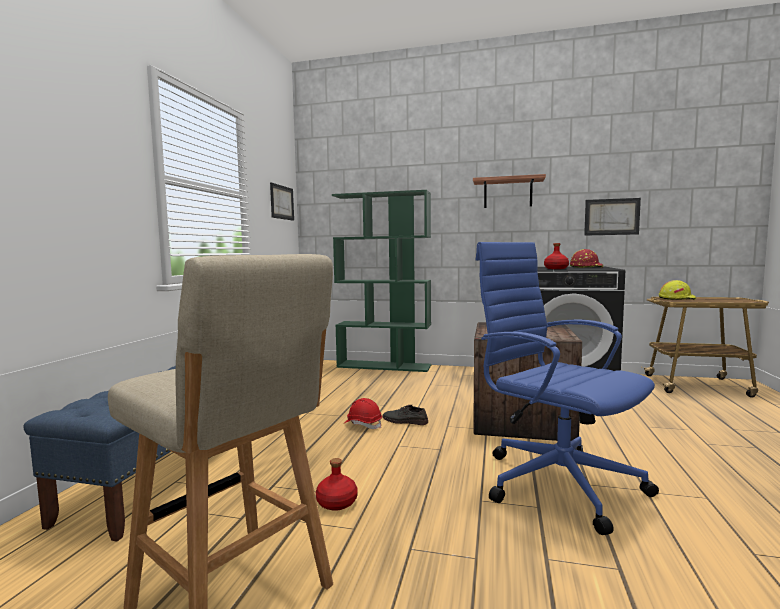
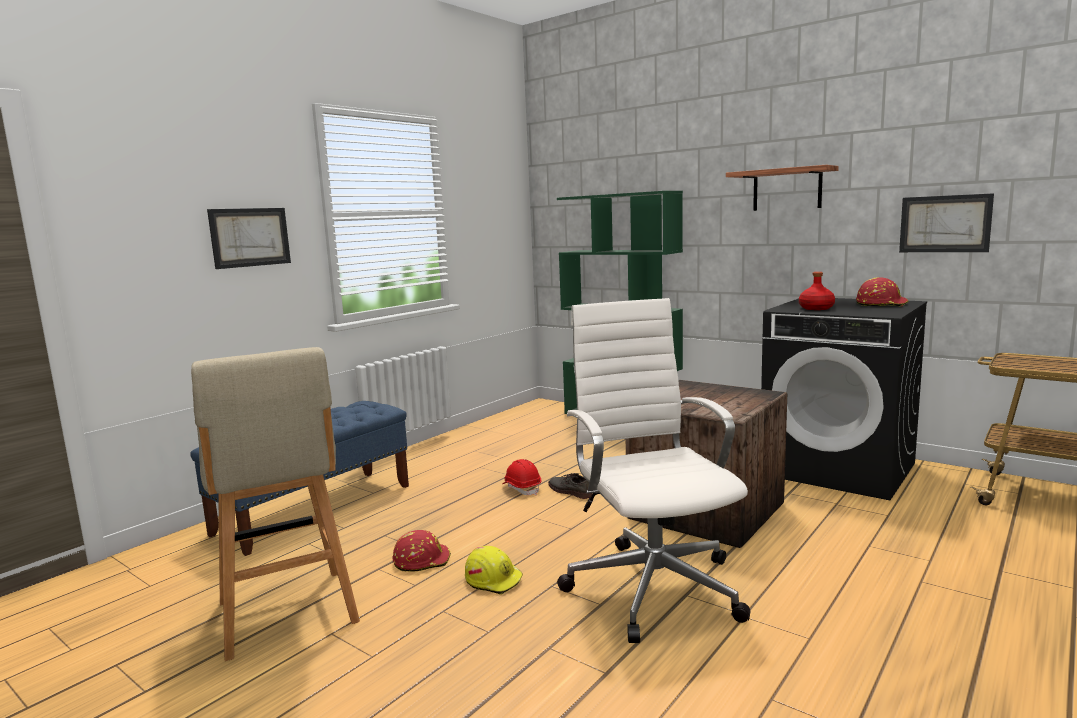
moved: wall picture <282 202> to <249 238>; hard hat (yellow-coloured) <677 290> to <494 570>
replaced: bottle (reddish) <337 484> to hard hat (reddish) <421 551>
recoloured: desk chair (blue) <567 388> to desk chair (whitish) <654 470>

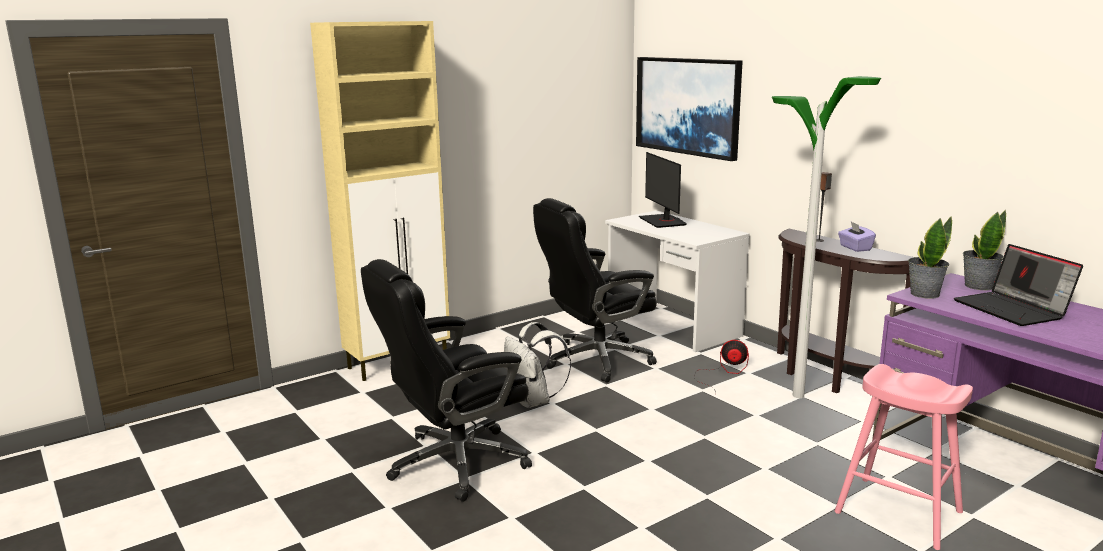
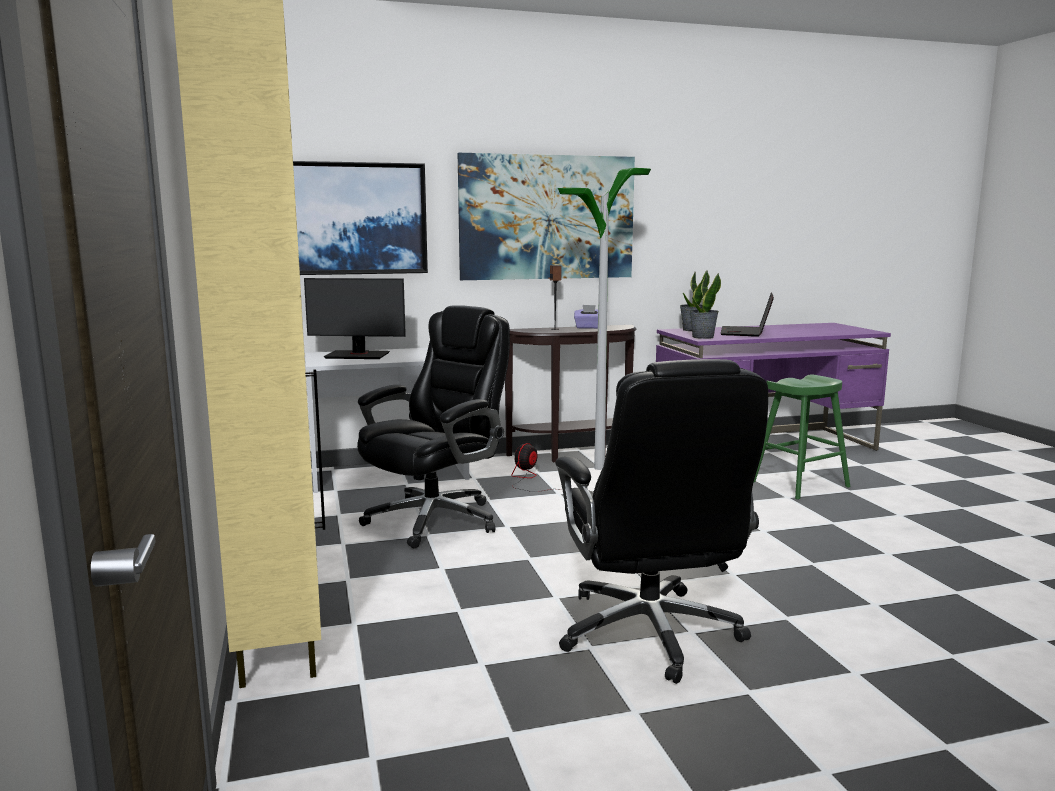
removed: rucksack (whitish) <537 365>
added: wall picture <546 216>
recoloured: stool seat (pinkish) <904 457> to stool seat (green-coloured) <802 437>
turned: desk chair (black) <595 290> = <433 426> 135 degrees counterclockwise; portable computer <1018 285> = <747 315> 105 degrees clockwise

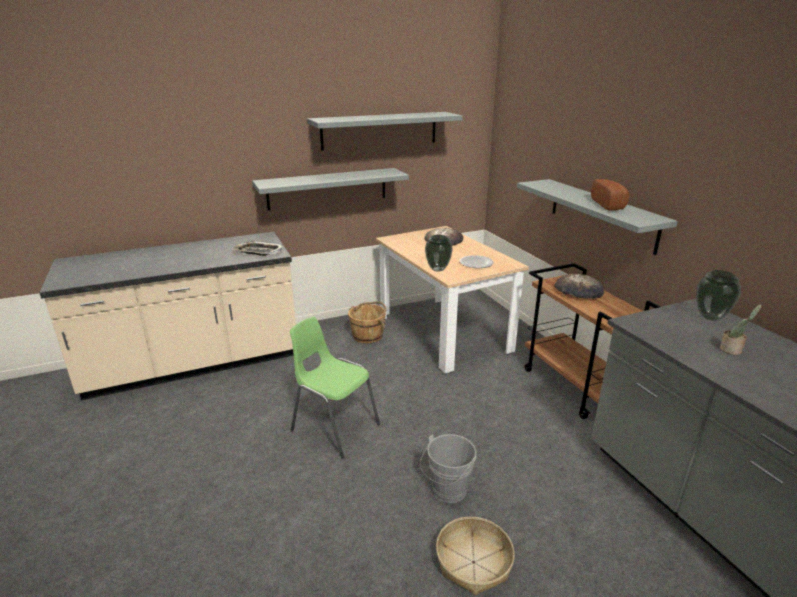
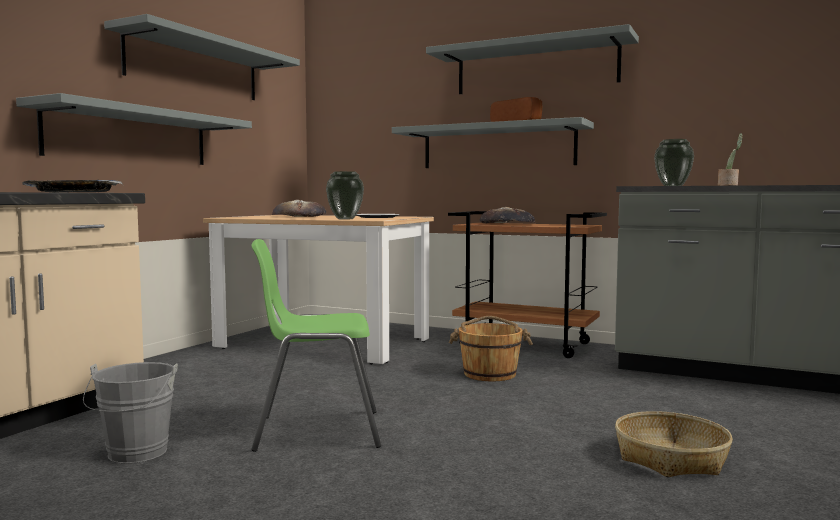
added: shelf (greyish) <532 59>
moved: water bucket (brown-coloured) <367 322> to <491 348>; water bucket (greyish) <448 468> to <130 412>

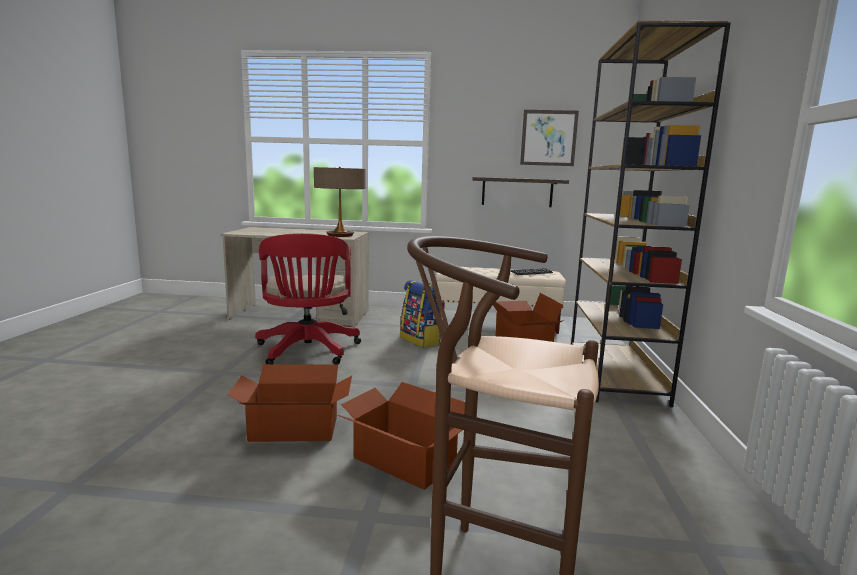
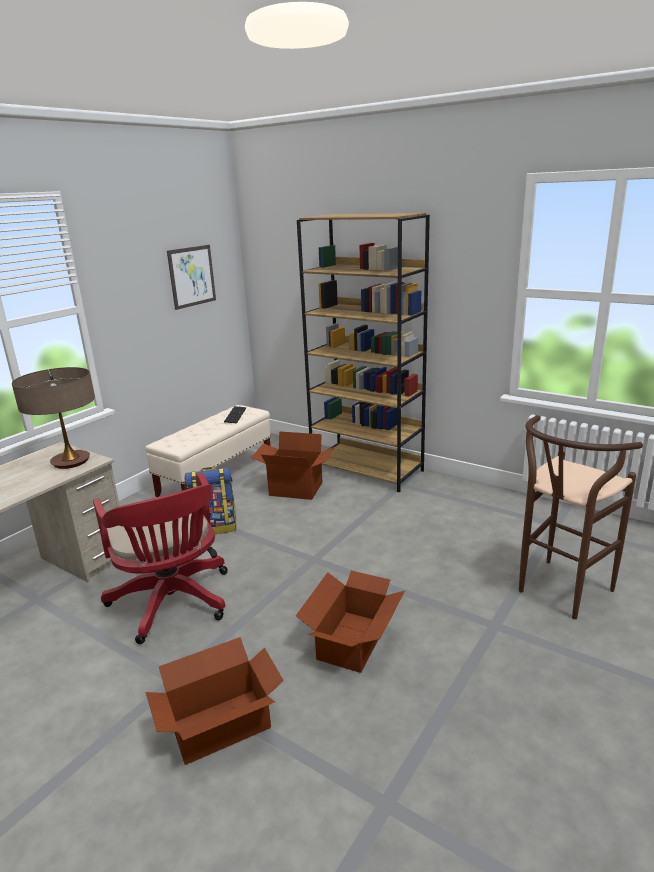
removed: shelf <520 192>
moved: packing box <401 436> to <215 701>
turned: desk chair (reddish) <308 298> = <160 558> 45 degrees clockwise

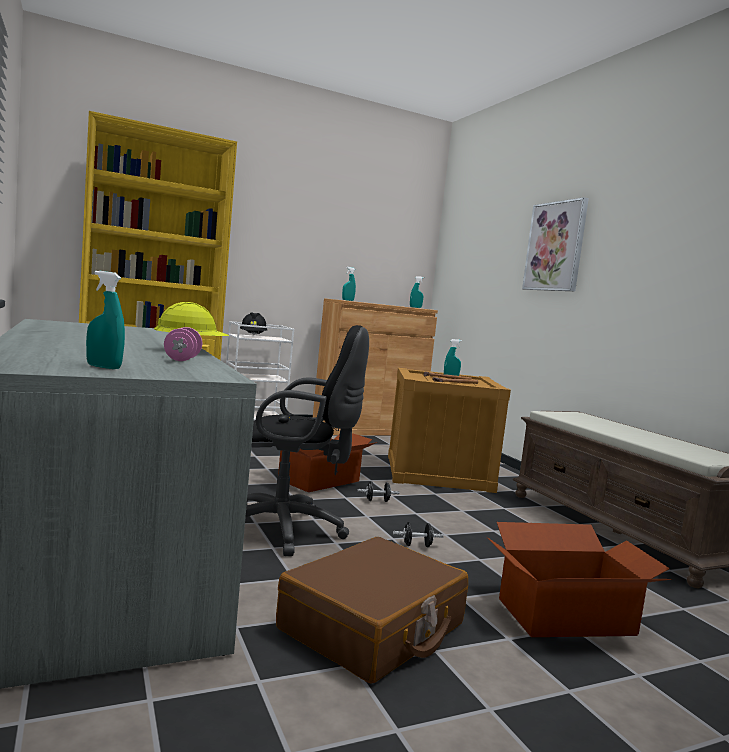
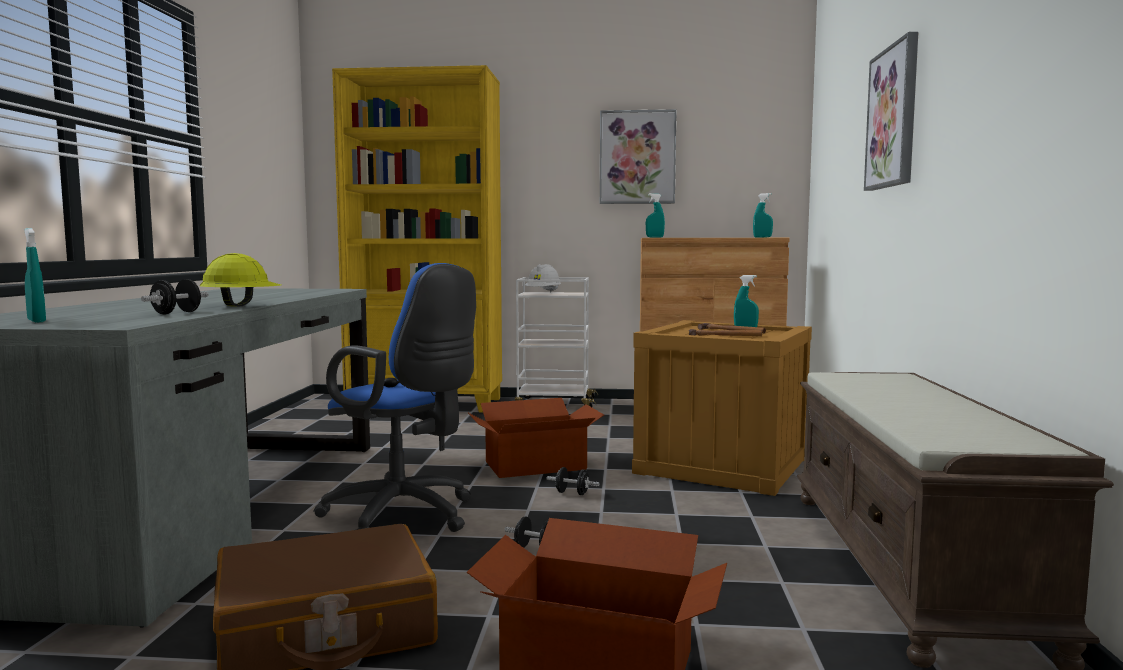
added: wall picture <638 156>
recoloured: hard hat (black) <253 323> to hard hat (whitish) <543 278>; desk chair (black) <307 440> to desk chair (blue) <395 397>; free weight (pinkish) <183 344> to free weight (black) <175 297>

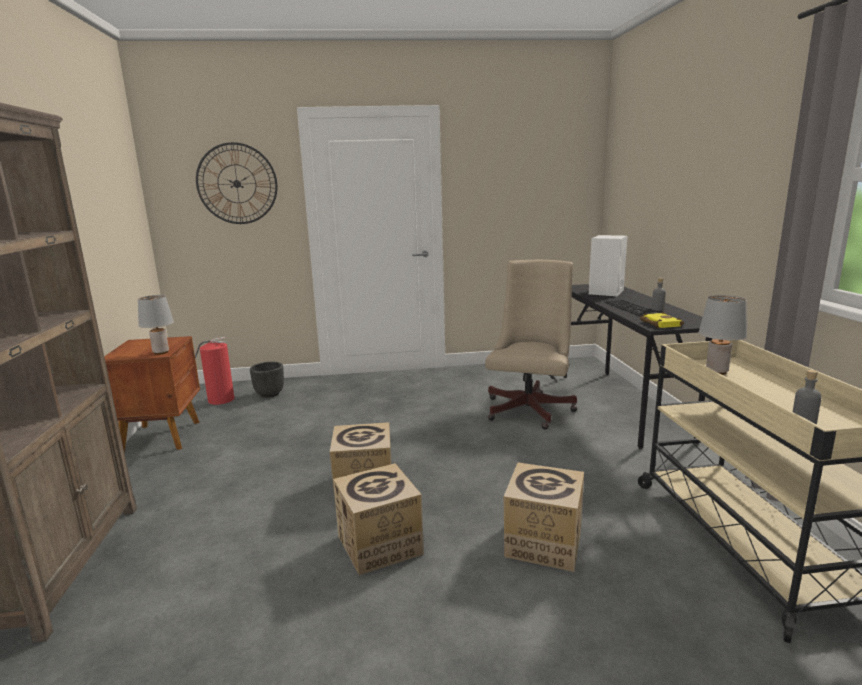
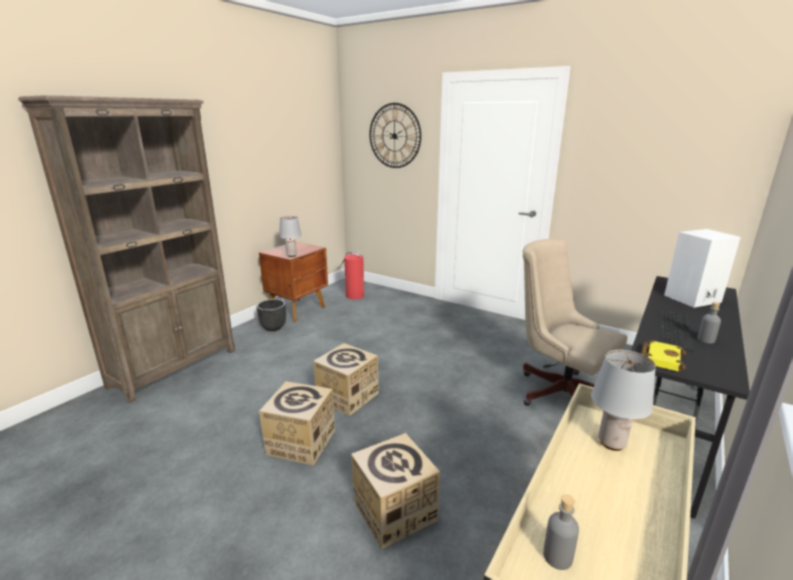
moved: planter (black) <267 380> to <271 315>
turned: desk chair (beige) <531 345> = <575 322> 105 degrees counterclockwise

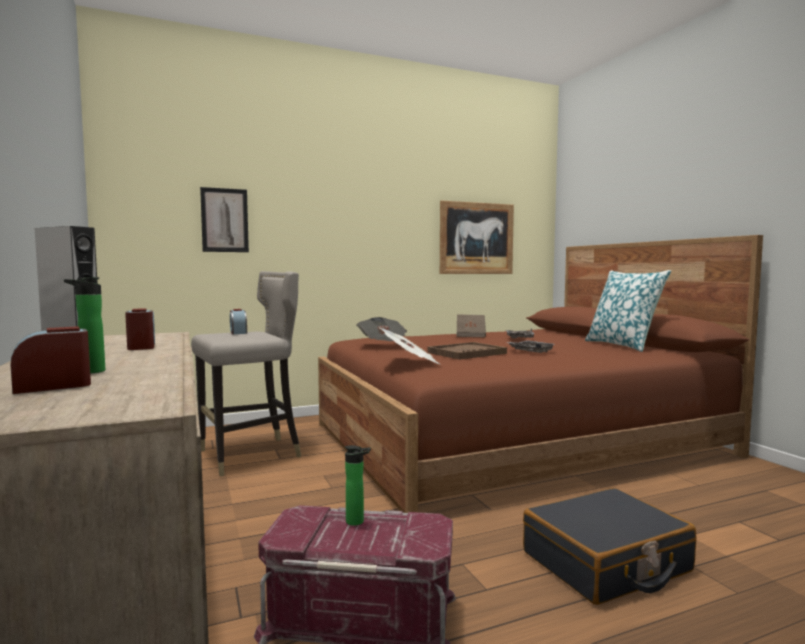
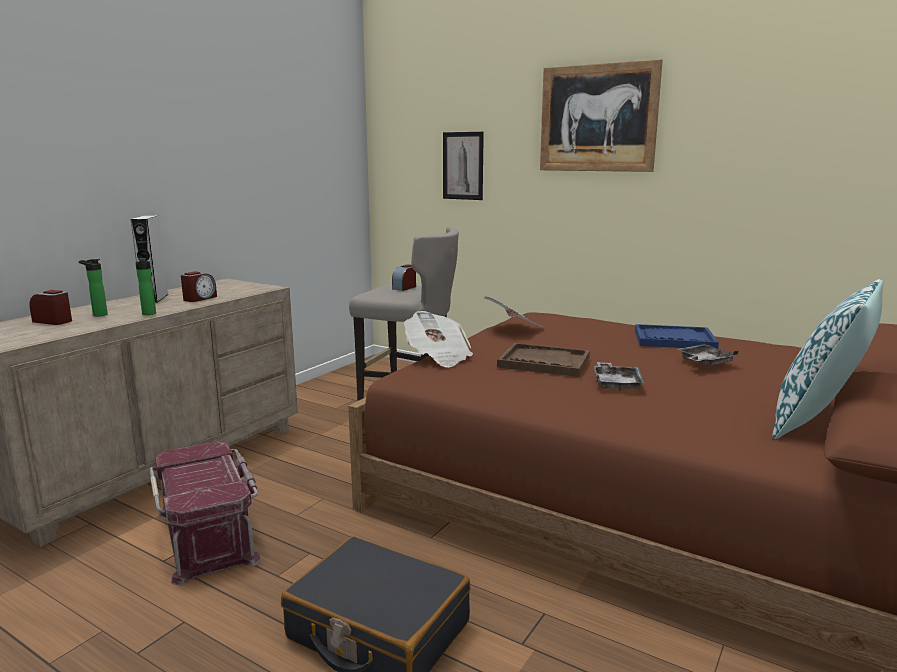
moved: wall picture <477 237> to <601 115>; bottle <358 485> to <145 286>
replaced: bound book (brown-coloured) <471 325> to carrying tray (blue) <677 336>

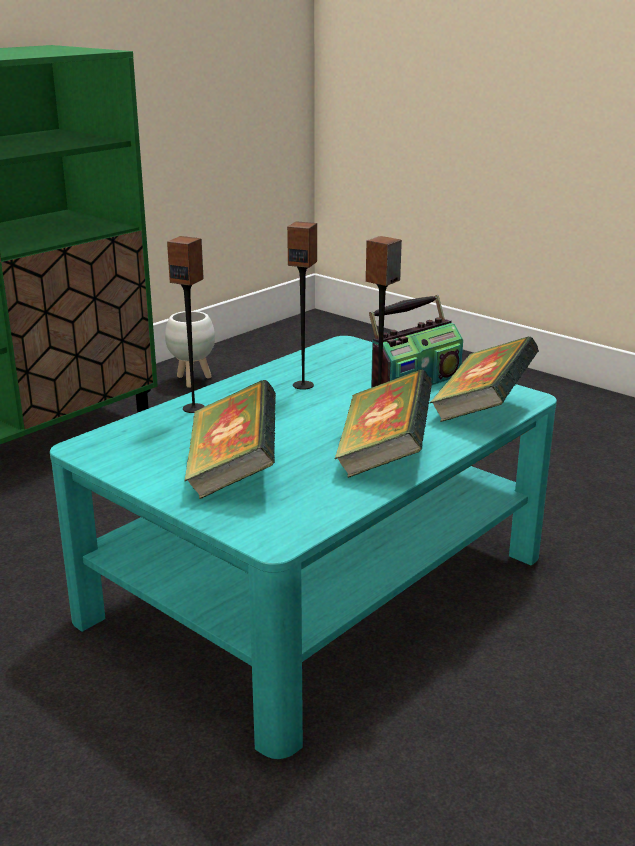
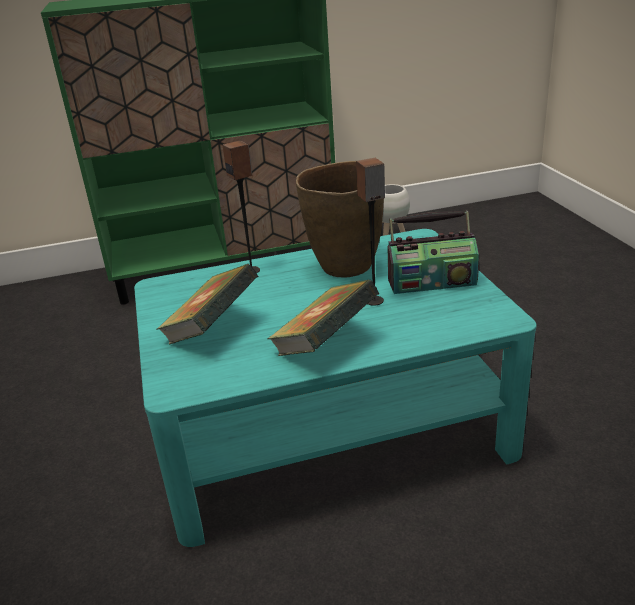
removed: bound book <484 379>
replaced: loudspeaker <302 305> to flower vase (brown-coloured) <340 219>

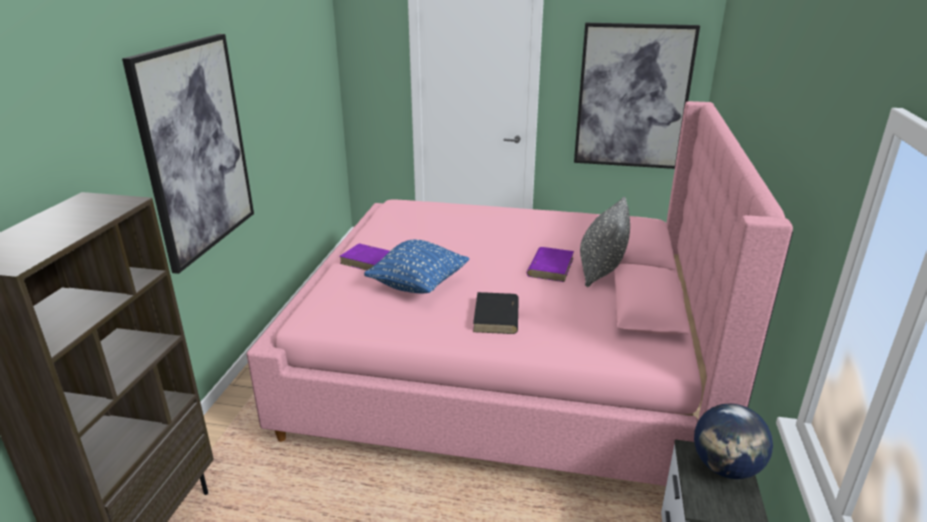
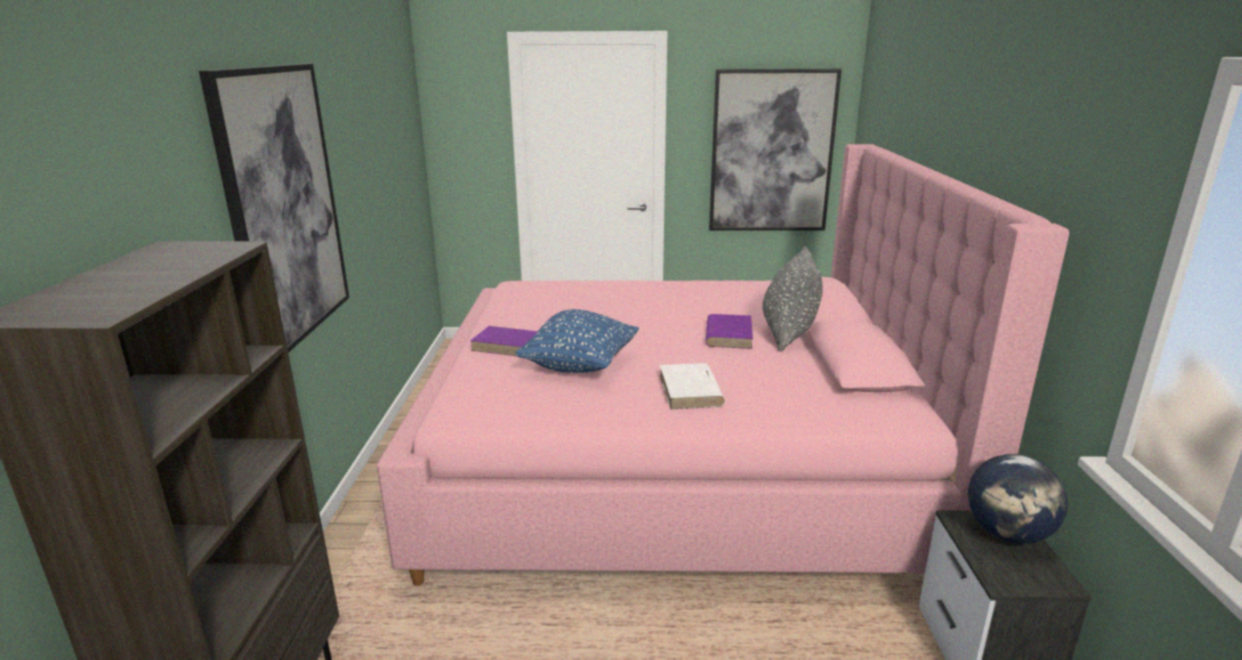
recoloured: bound book (black) <496 313> to bound book (whitish) <692 386>

